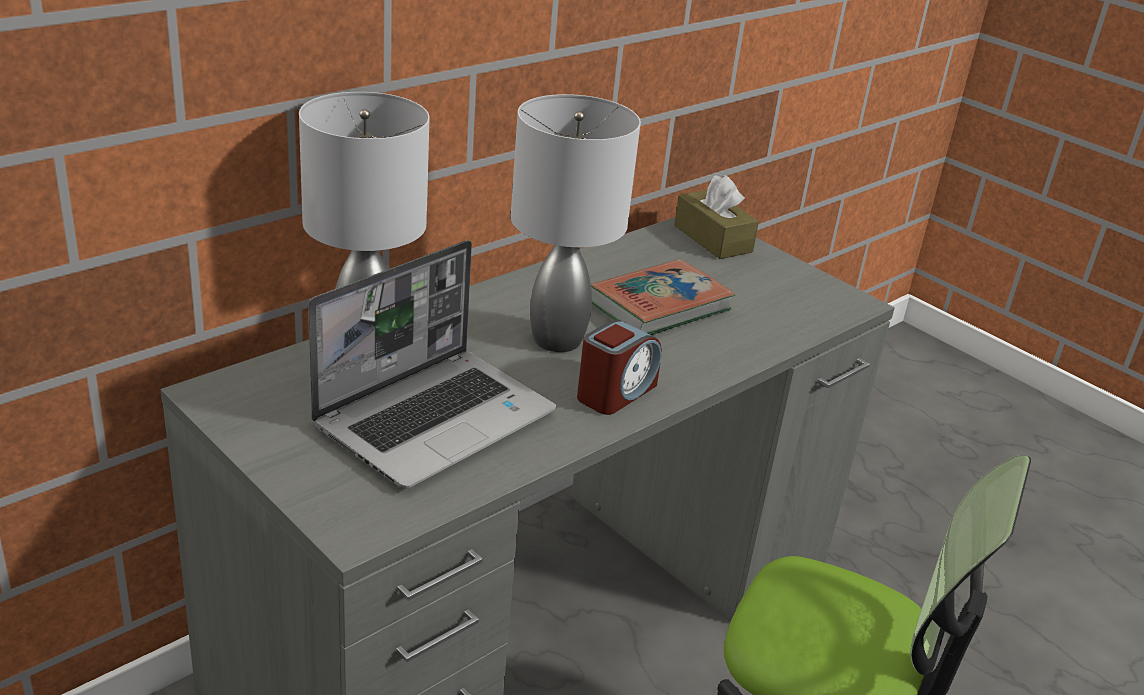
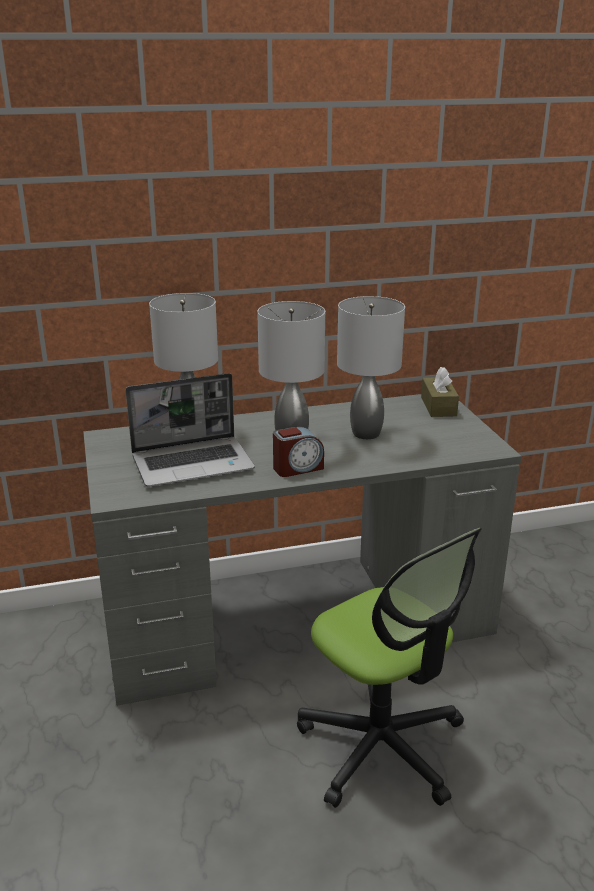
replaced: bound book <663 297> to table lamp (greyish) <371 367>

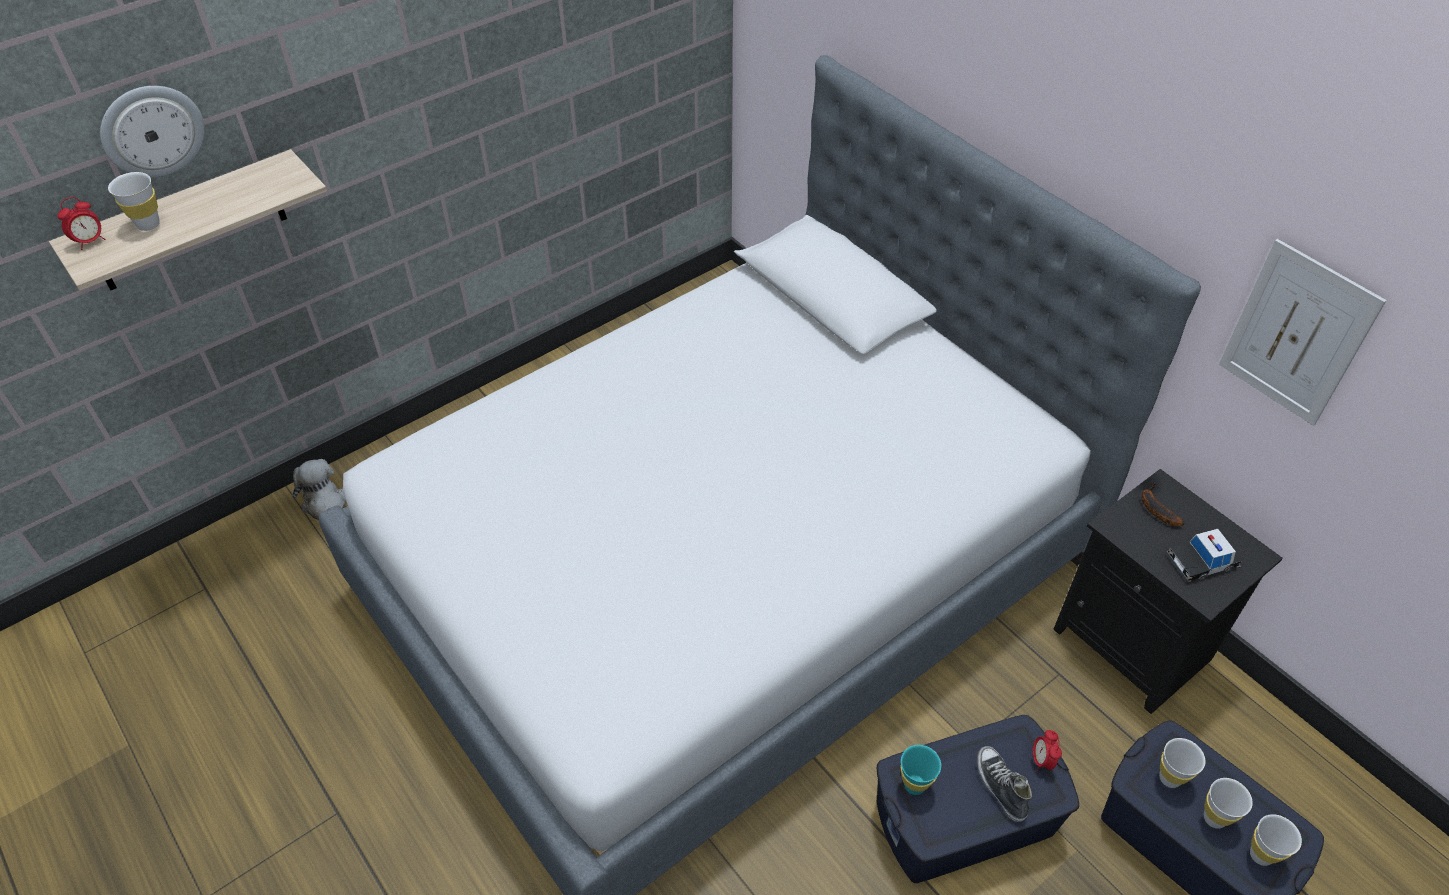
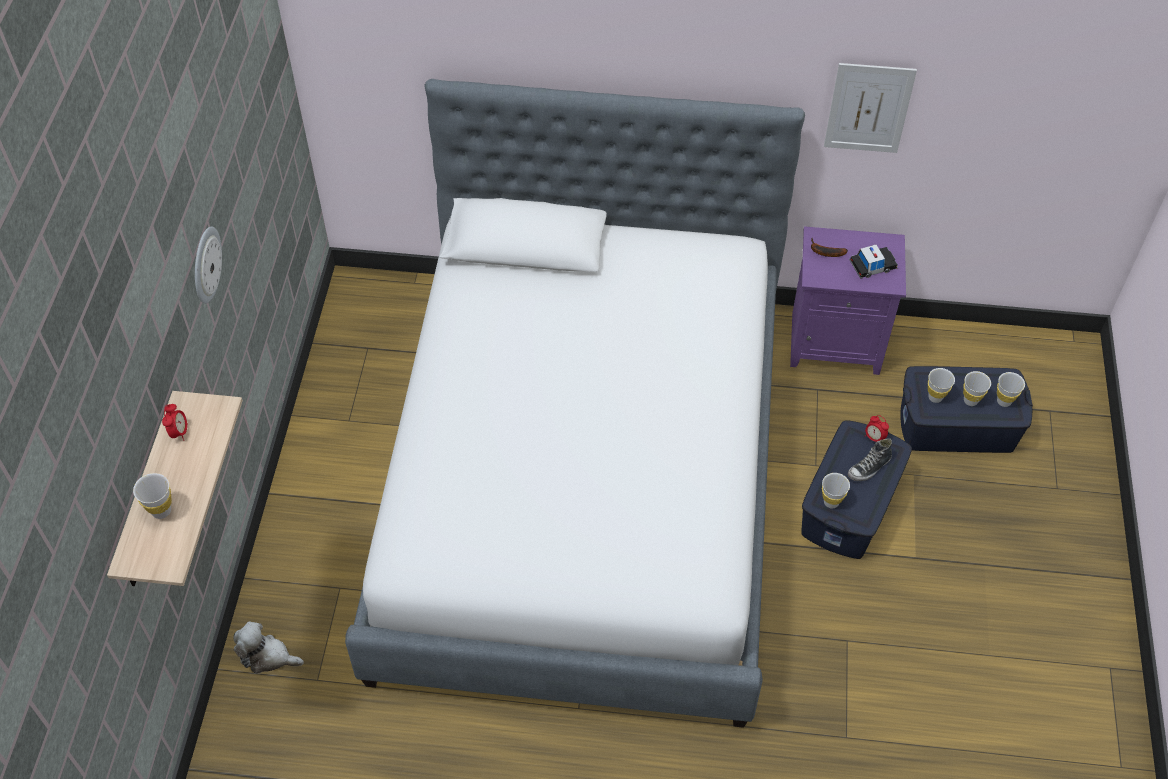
moved: hanging clock <152 132> to <208 265>; bedside clock <81 223> to <175 422>
recoloured: night table (black) <1168 591> to night table (purplish) <848 300>; cup (blue-green) <920 770> to cup (whitish) <836 491>
turned: model car <1203 555> = <873 262> 135 degrees counterclockwise; item of footwear <1004 784> = <870 459> 60 degrees counterclockwise

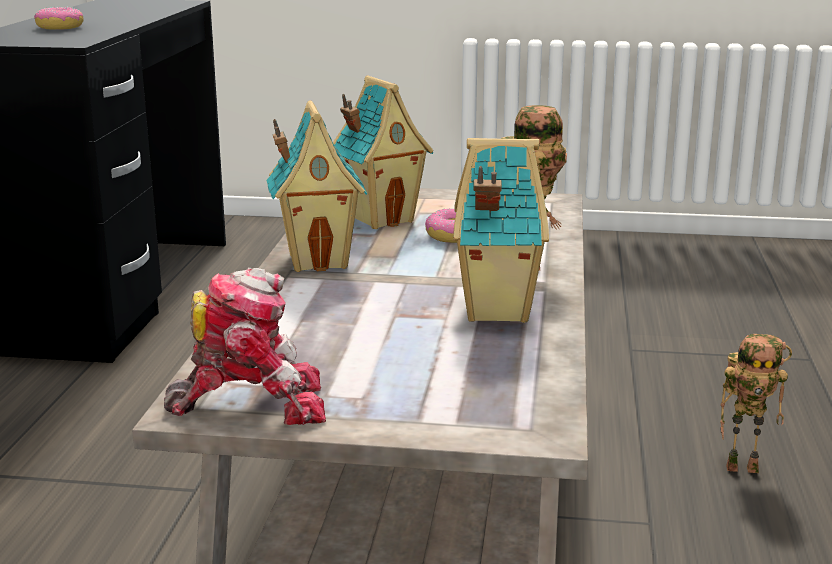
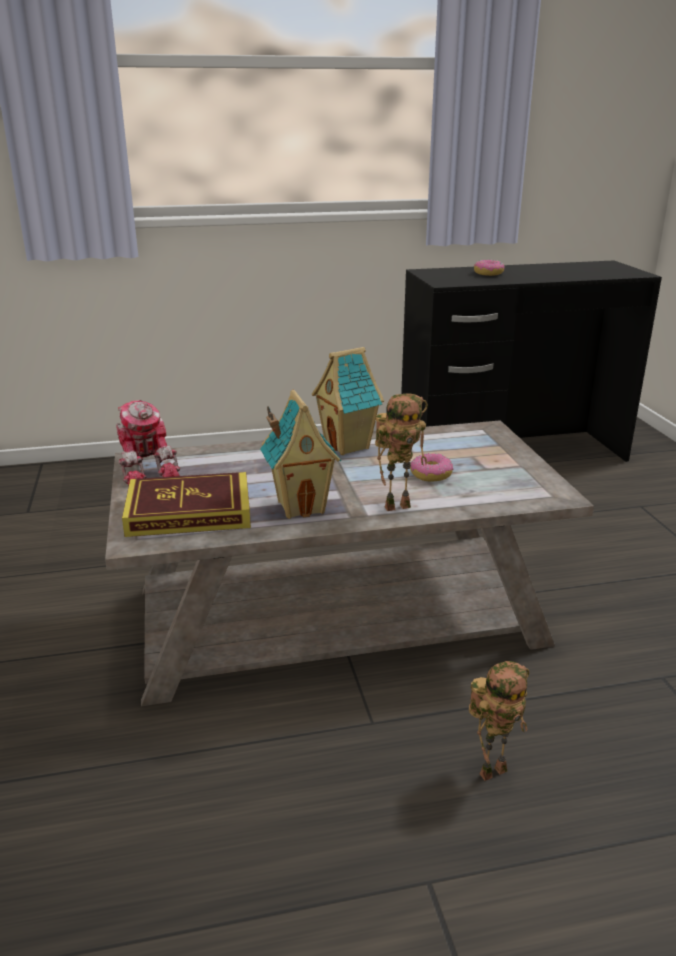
removed: model house <383 152>
added: bound book <186 504>
turned: model robot <756 403> = <499 721> 105 degrees counterclockwise

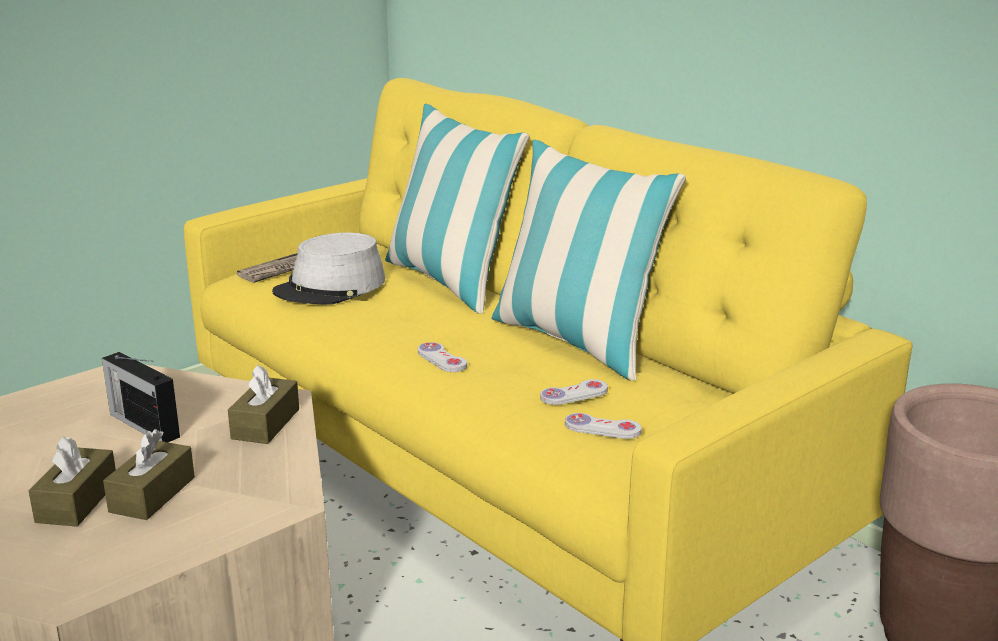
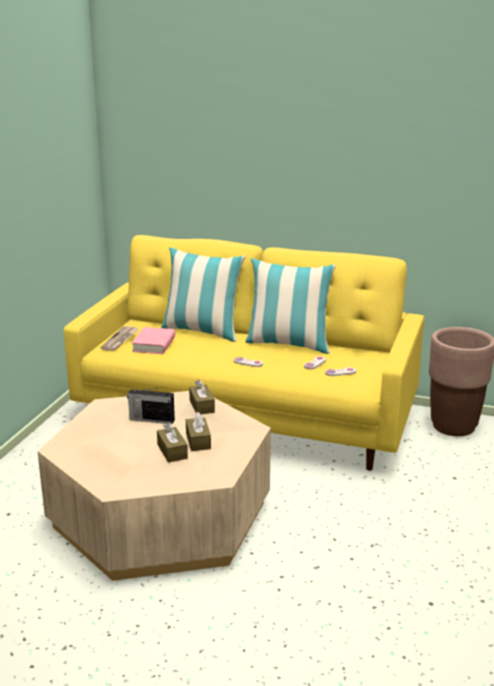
replaced: clothing hat (greyish) <328 269> to bound book (pinkish) <153 340>

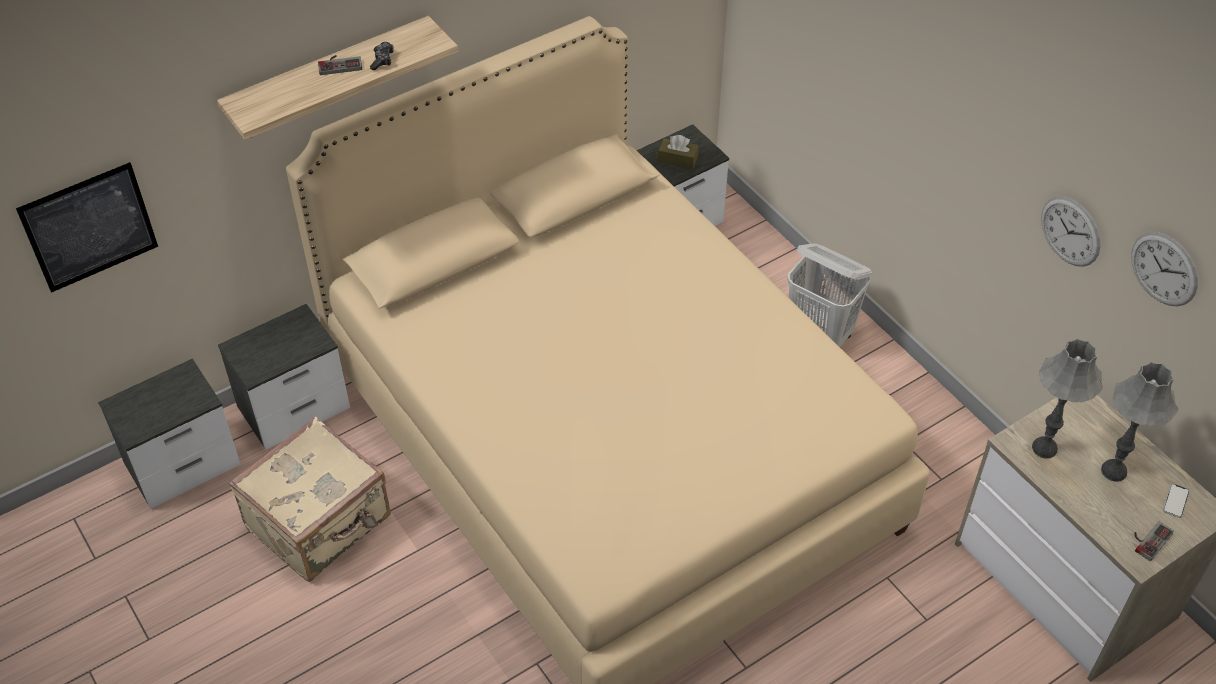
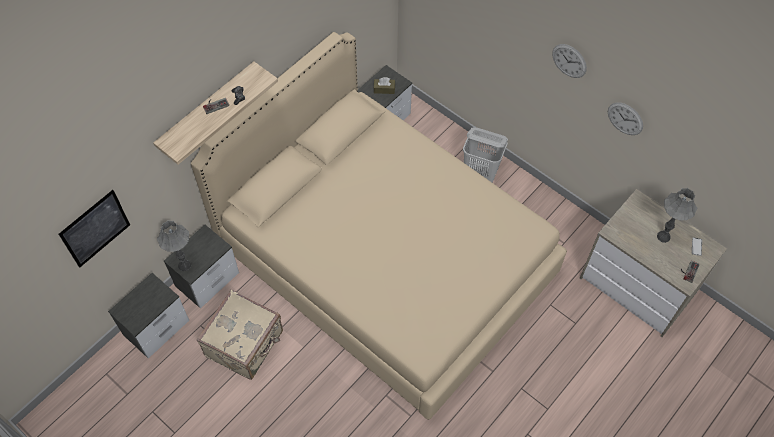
moved: hanging clock <1164 269> to <569 61>; table lamp (greyish) <1067 398> to <174 245>

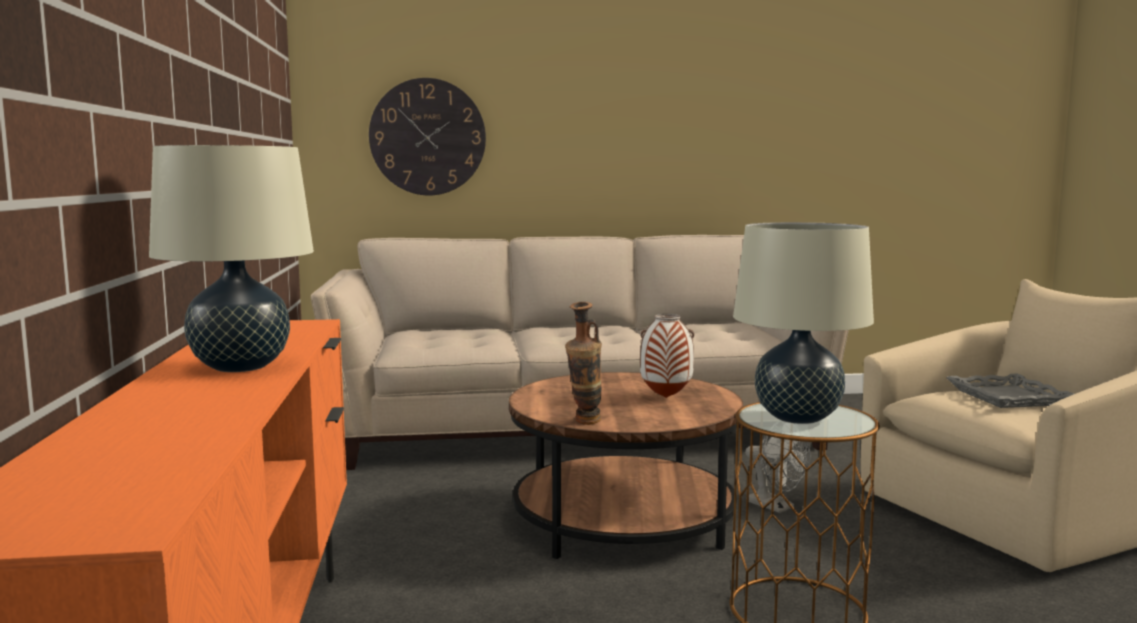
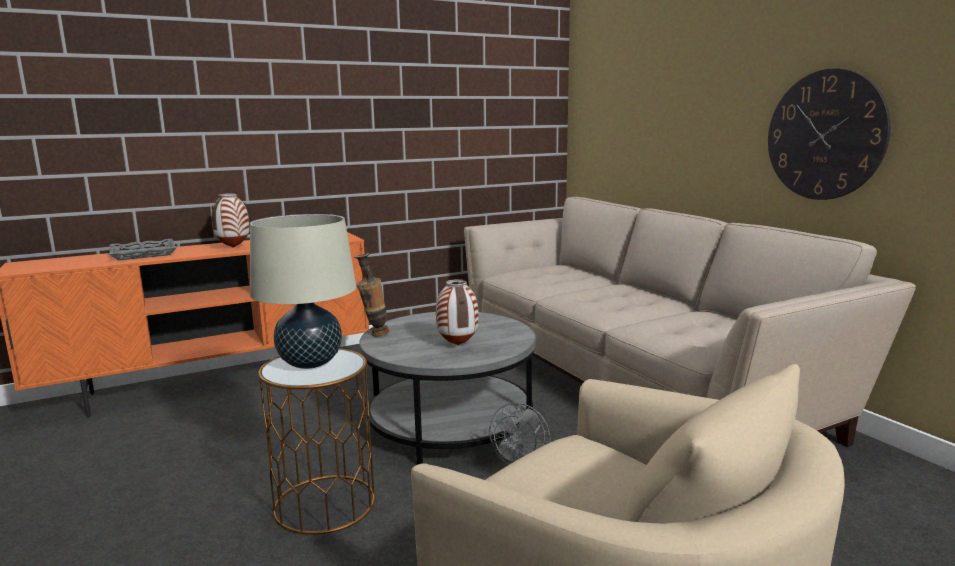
moved: hanging clock <427 136> to <829 134>; carrying tray (greyish) <1010 391> to <142 249>
replaced: table lamp (beige) <231 258> to flower vase <230 220>
recoloured: lounge table (brown-coloured) <626 465> to lounge table (greyish) <448 388>

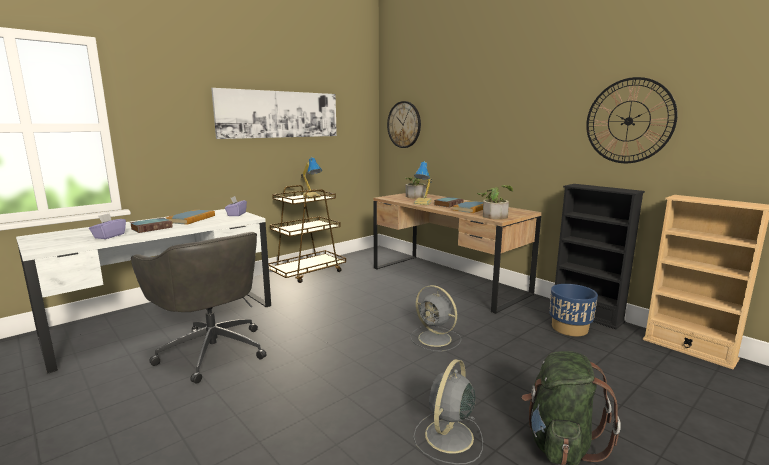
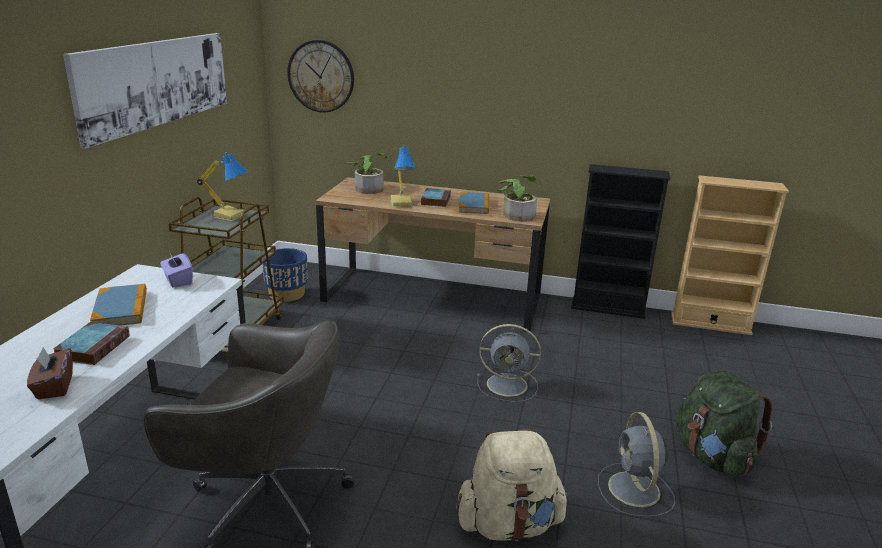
removed: hanging clock <631 120>
added: rucksack (beige) <513 485>
moved: planter (blue) <574 310> to <285 275>
recoloured: box of tissues (purplish) <107 226> to box of tissues (brown-coloured) <50 373>

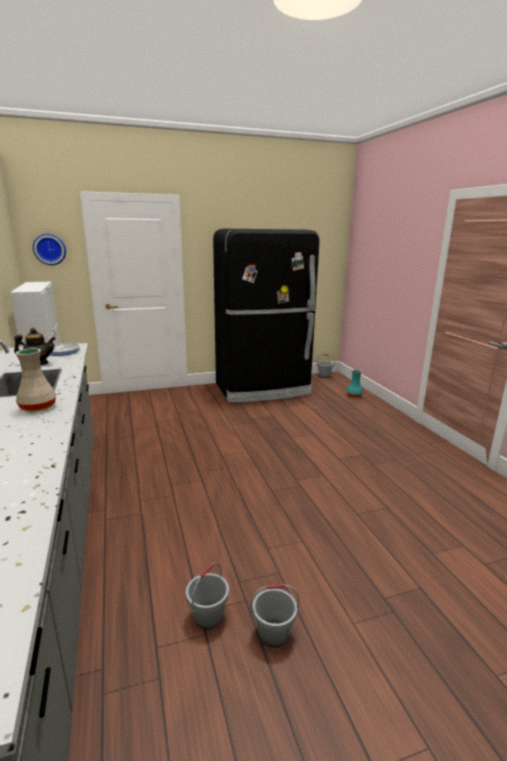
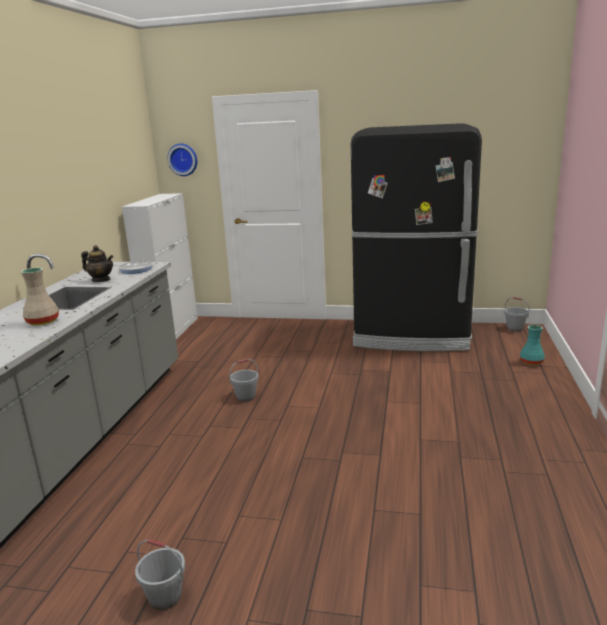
moved: water bucket (greyish) <207 596> to <243 380>

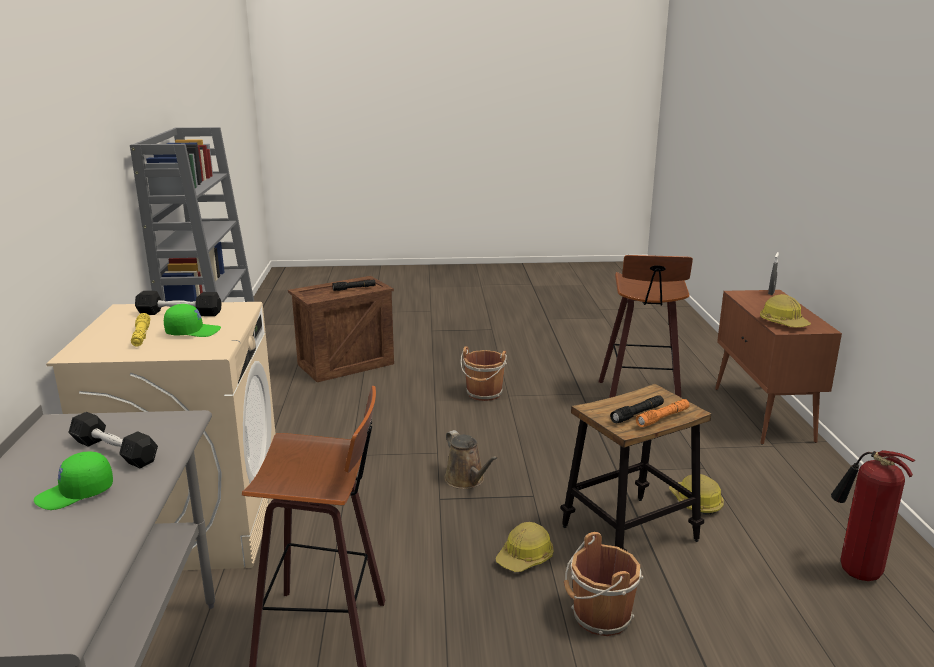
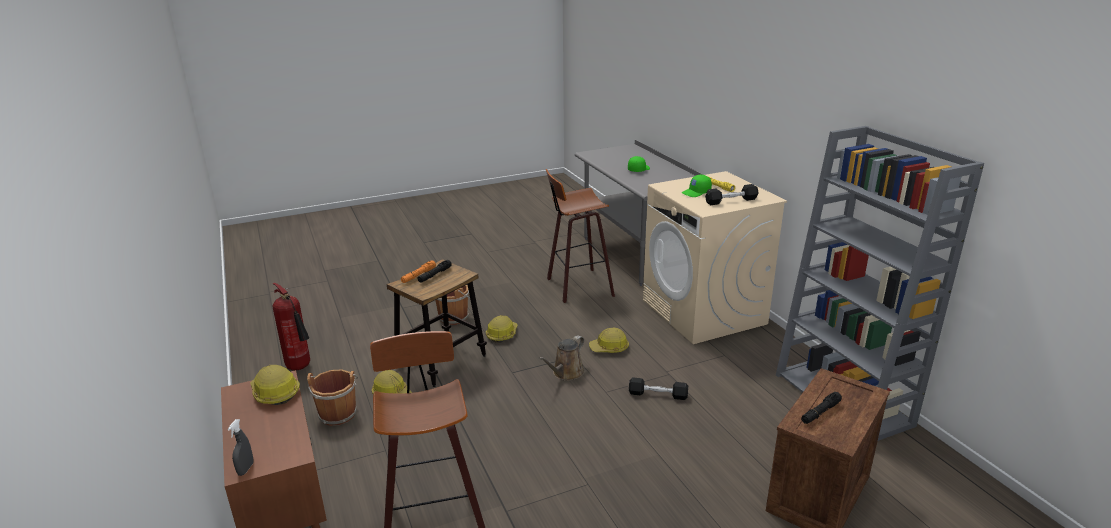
added: hard hat <609 340>
moved: water bucket (brown-coloured) <484 373> to <332 397>; free weight (black) <113 440> to <658 388>
turned: watering can (brown-coloured) <471 459> = <561 358> 90 degrees counterclockwise

